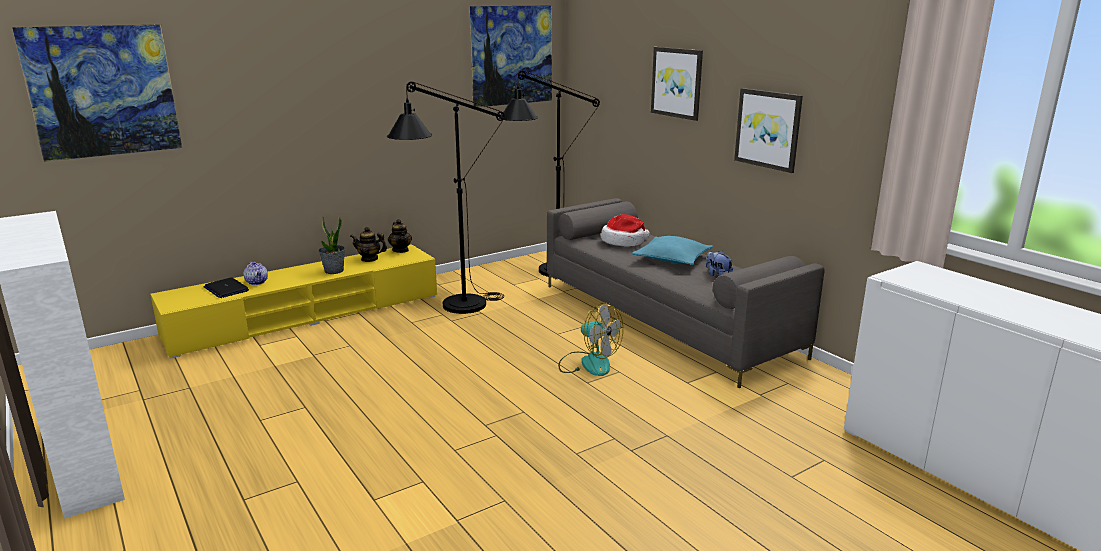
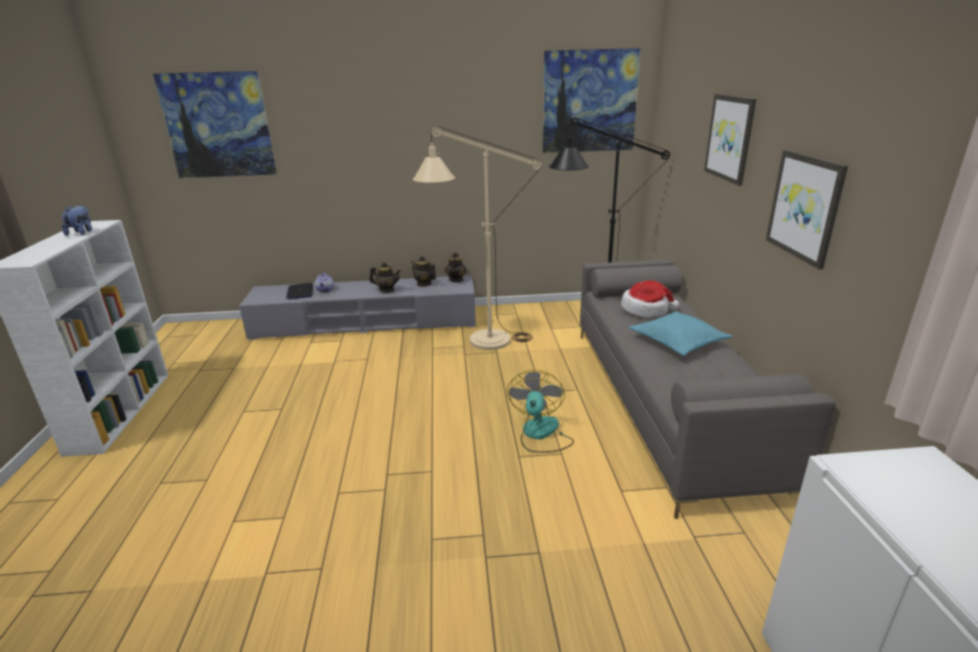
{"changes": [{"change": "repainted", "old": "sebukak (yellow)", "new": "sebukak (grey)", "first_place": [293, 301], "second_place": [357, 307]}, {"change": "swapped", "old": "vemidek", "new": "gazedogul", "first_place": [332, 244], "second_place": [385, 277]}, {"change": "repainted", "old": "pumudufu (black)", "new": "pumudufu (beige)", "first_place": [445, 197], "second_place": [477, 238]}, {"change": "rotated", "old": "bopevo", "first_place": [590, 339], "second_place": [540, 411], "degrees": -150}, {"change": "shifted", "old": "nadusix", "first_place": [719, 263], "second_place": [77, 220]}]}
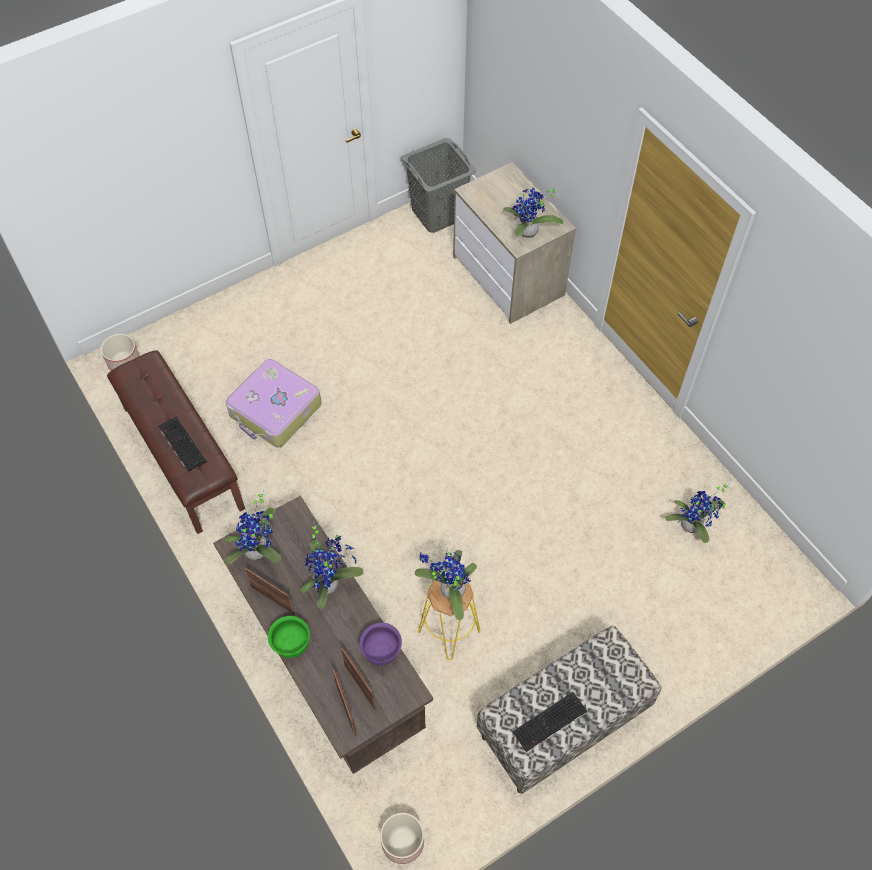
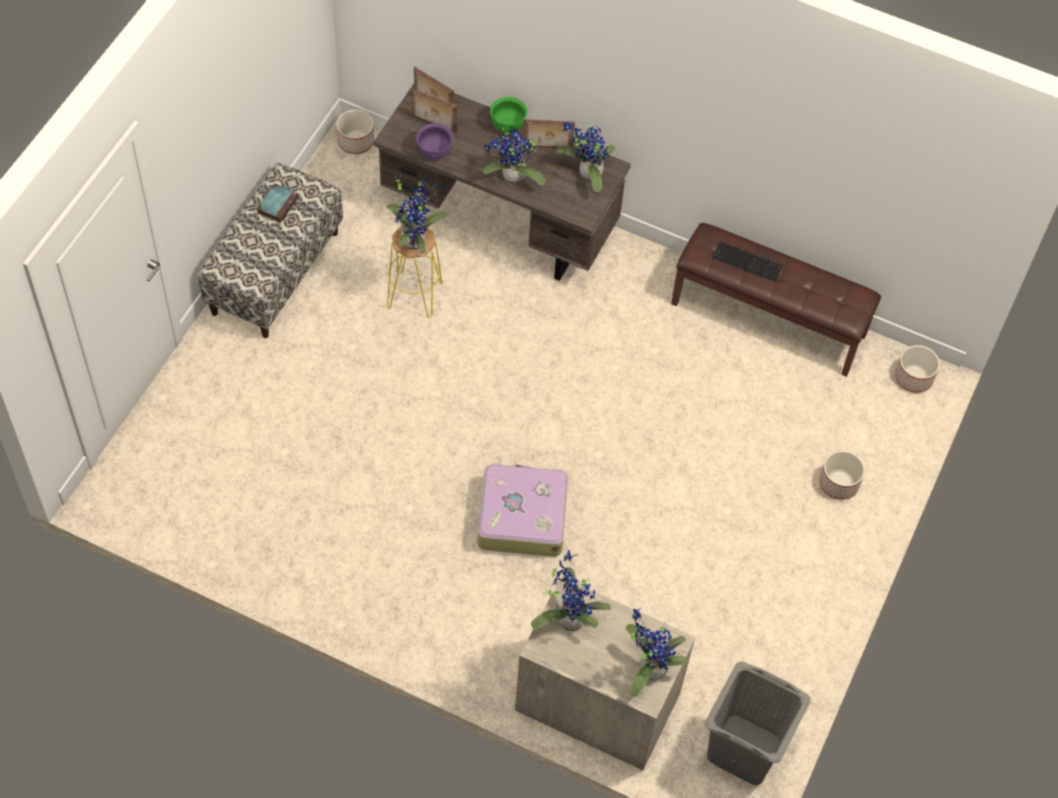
{"changes": [{"change": "shifted", "old": "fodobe", "first_place": [273, 403], "second_place": [523, 510]}, {"change": "swapped", "old": "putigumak", "new": "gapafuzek", "first_place": [549, 722], "second_place": [278, 203]}, {"change": "shifted", "old": "vemidek", "first_place": [698, 513], "second_place": [656, 653]}, {"change": "new", "new": "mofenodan", "second_place": [842, 475]}]}
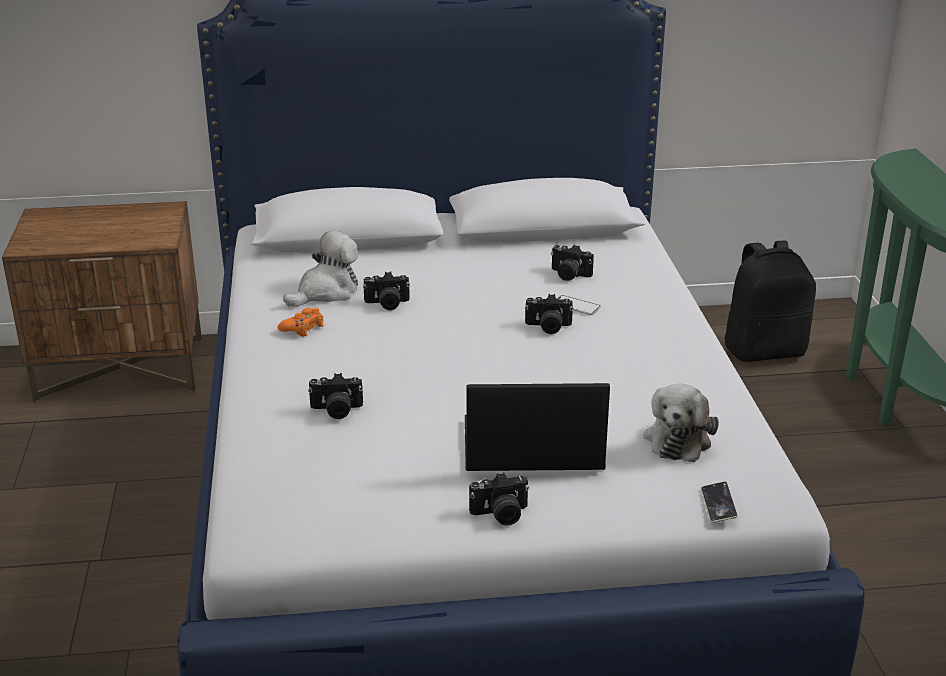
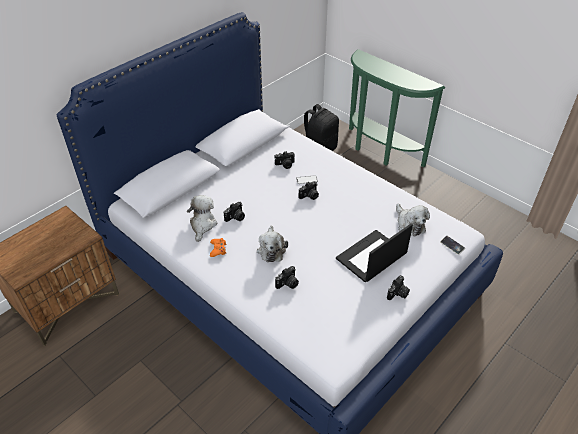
{"changes": [{"change": "new", "new": "nadusix", "second_place": [272, 244]}]}
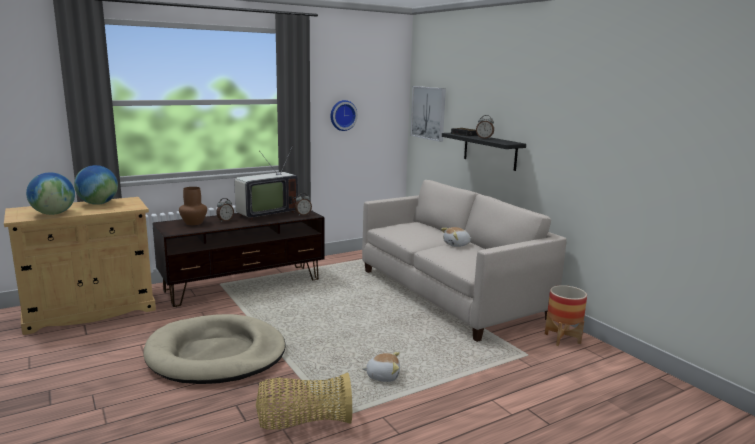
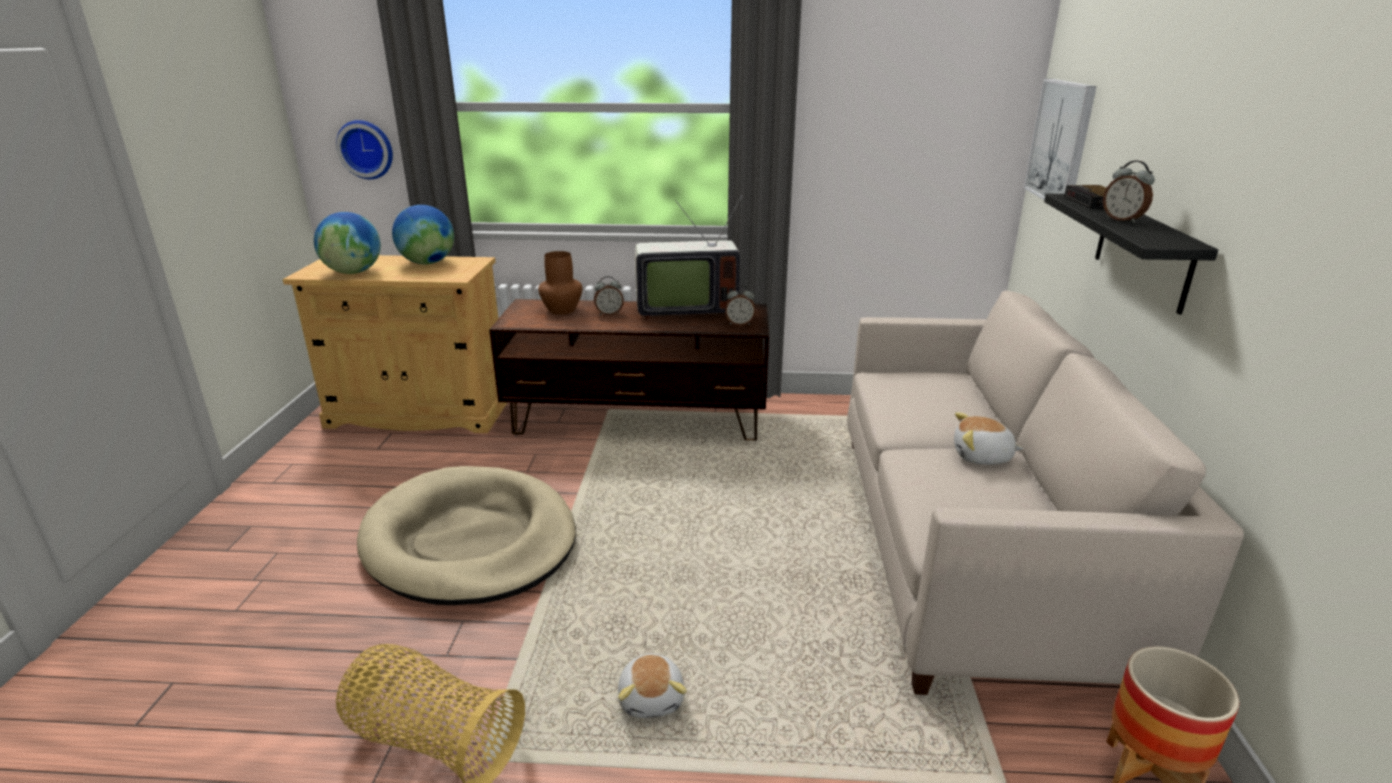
{"changes": [{"change": "shifted", "old": "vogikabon", "first_place": [344, 115], "second_place": [364, 149]}, {"change": "rotated", "old": "nadusix", "first_place": [381, 367], "second_place": [652, 686], "degrees": 45}]}
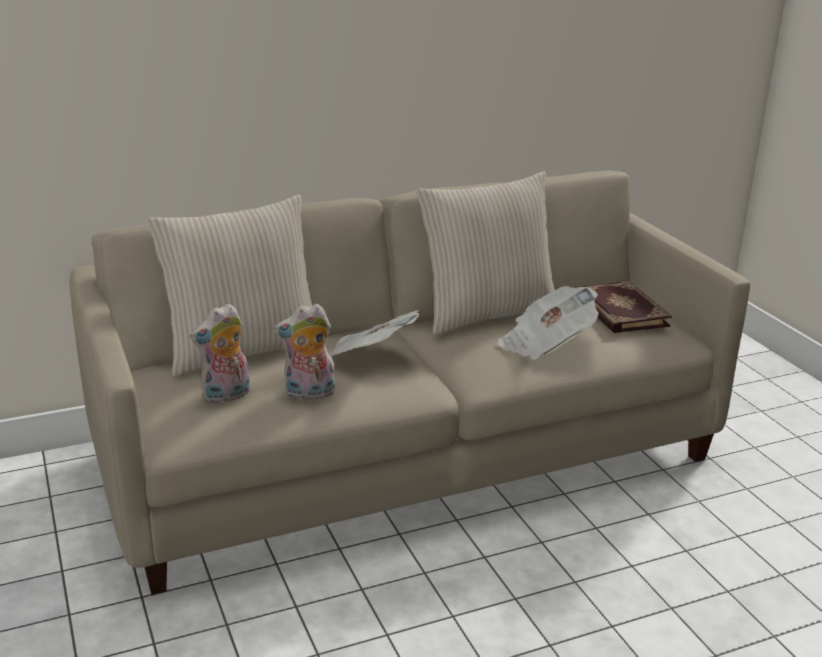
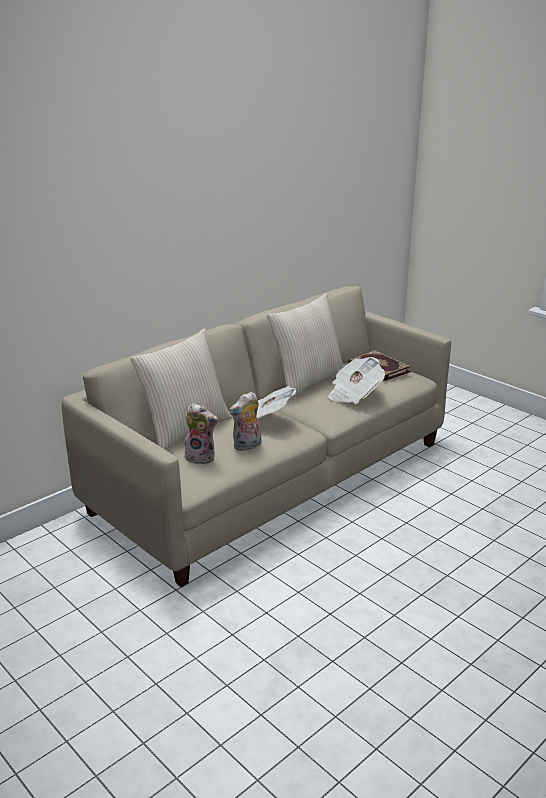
{"changes": [{"change": "rotated", "old": "nadusix", "first_place": [220, 354], "second_place": [201, 433], "degrees": -105}]}
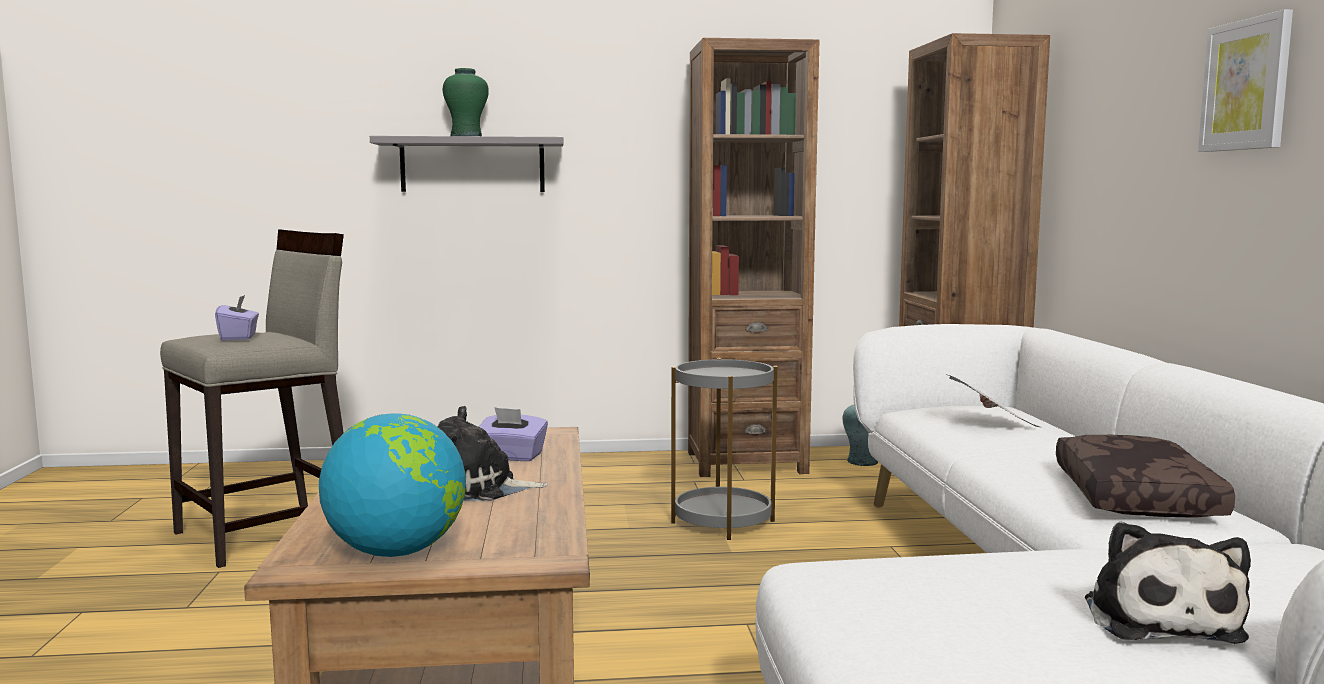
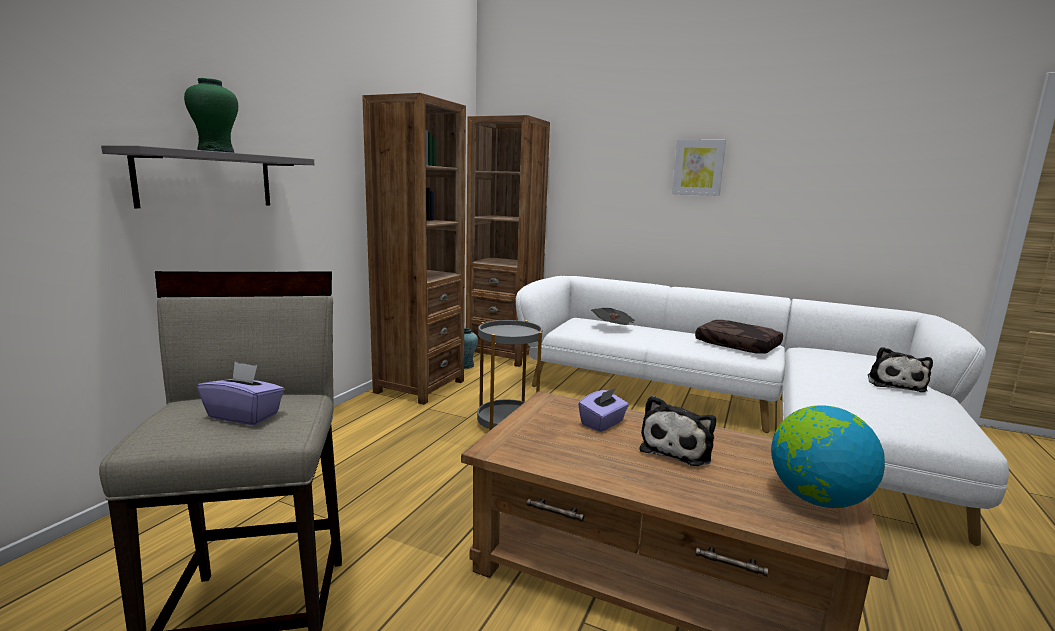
{"changes": [{"change": "rotated", "old": "nadusix", "first_place": [1168, 582], "second_place": [900, 369], "degrees": 75}]}
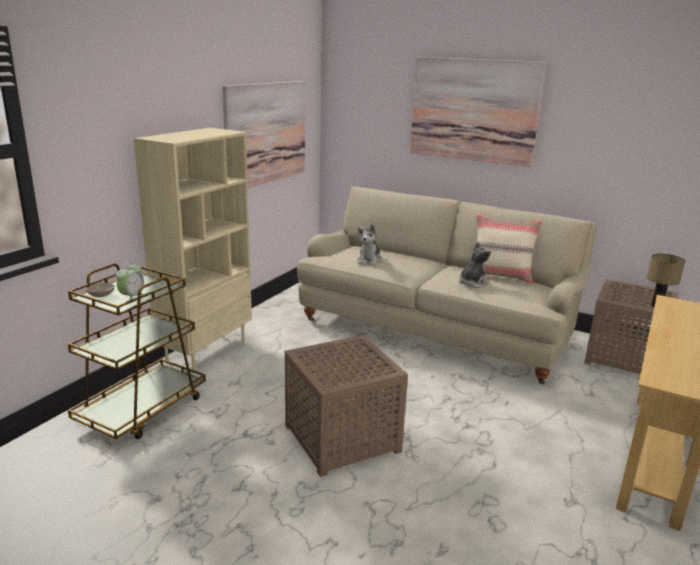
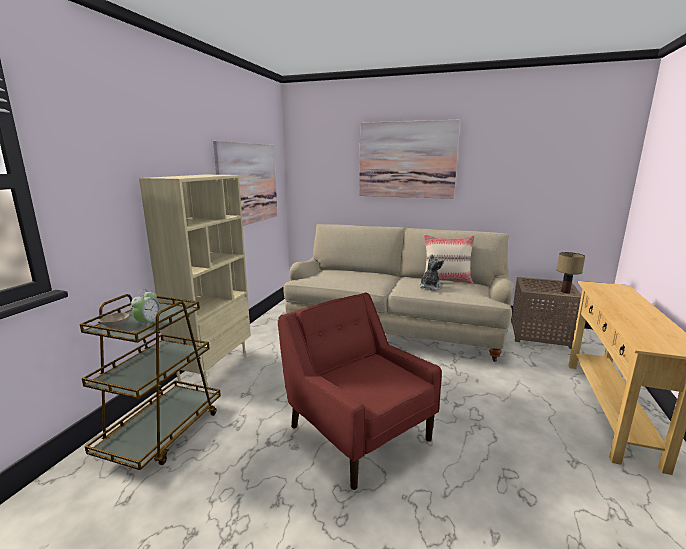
{"changes": [{"change": "swapped", "old": "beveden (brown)", "new": "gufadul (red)", "first_place": [346, 406], "second_place": [360, 391]}, {"change": "gone", "old": "nadusix", "first_place": [369, 245]}]}
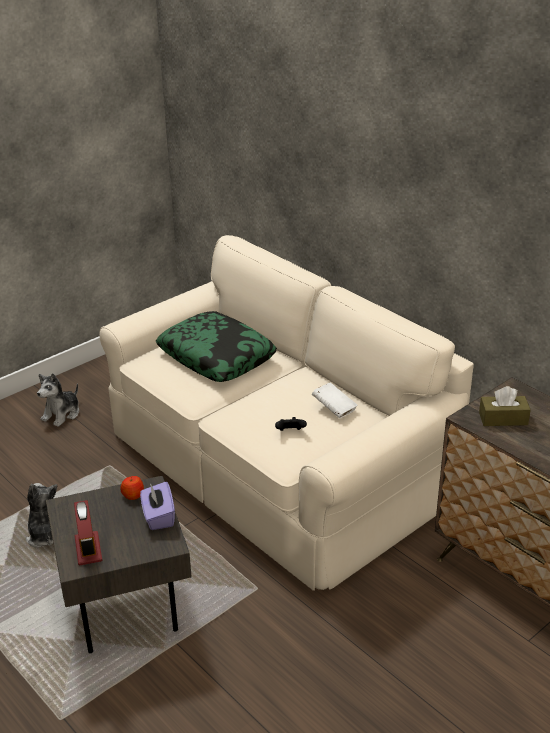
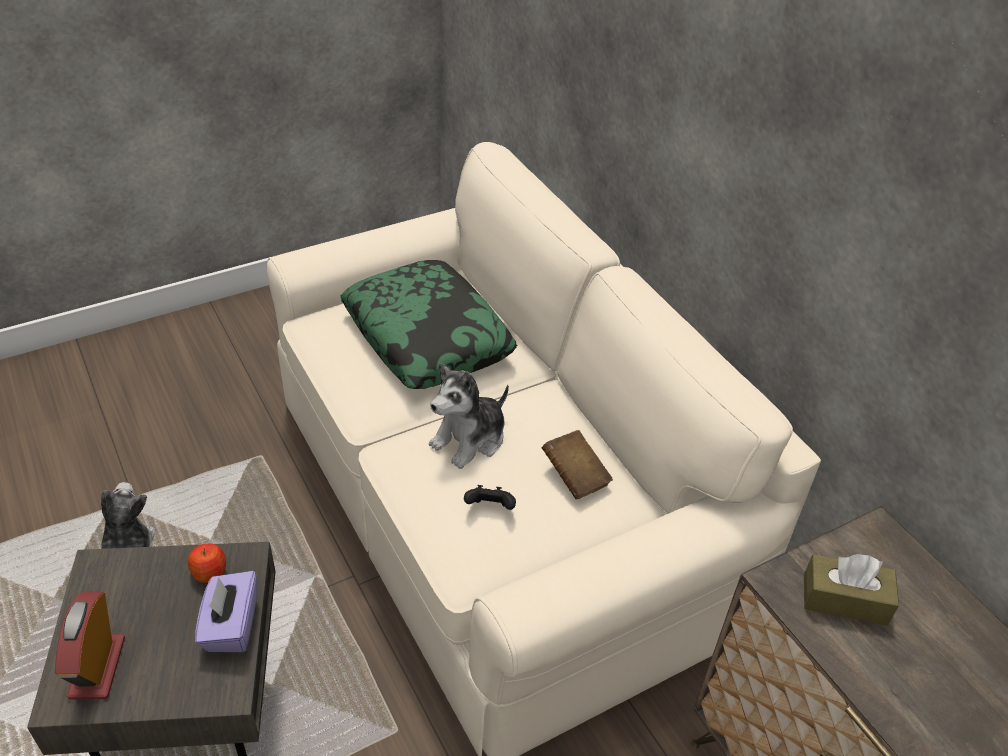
{"changes": [{"change": "shifted", "old": "nadusix", "first_place": [58, 400], "second_place": [469, 416]}, {"change": "repainted", "old": "gapafuzek (white)", "new": "gapafuzek (brown)", "first_place": [335, 400], "second_place": [577, 464]}]}
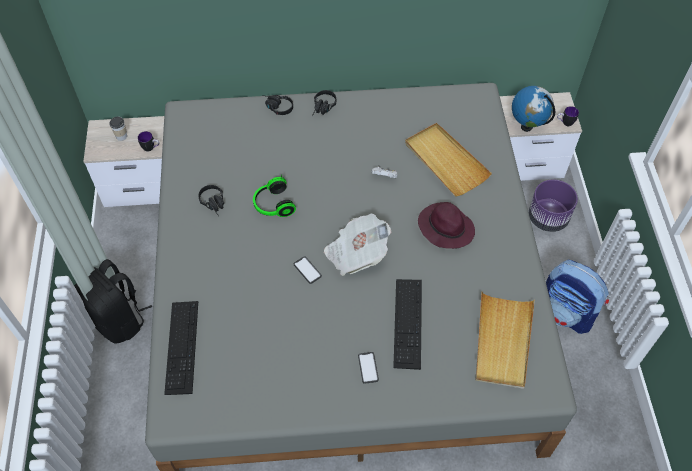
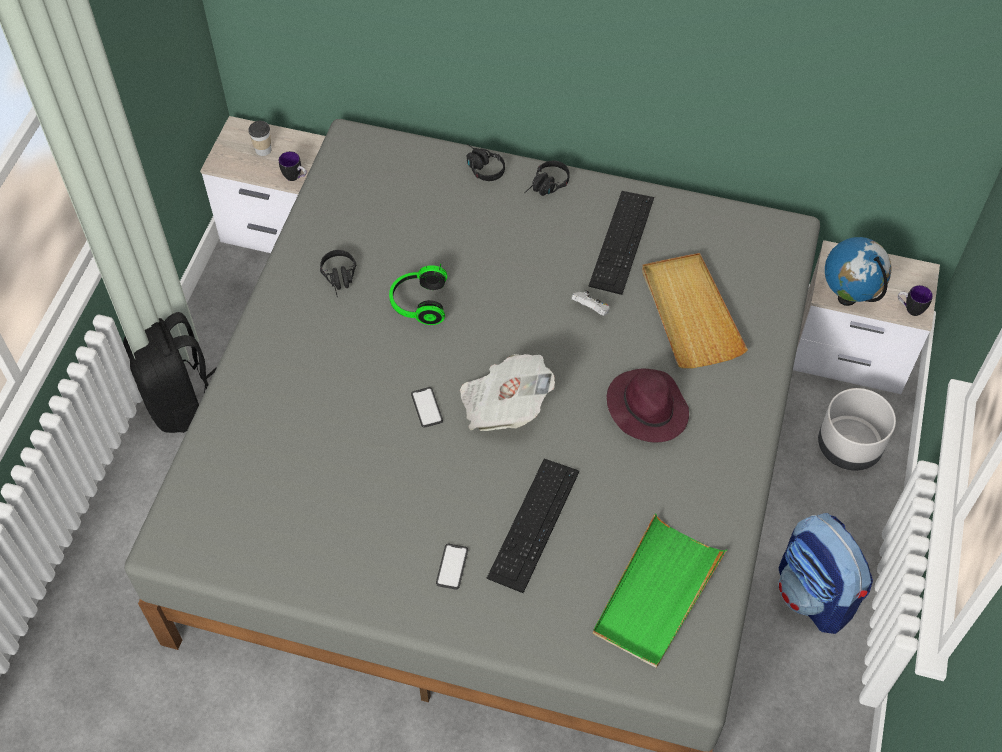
{"changes": [{"change": "shifted", "old": "putigumak", "first_place": [181, 348], "second_place": [621, 243]}, {"change": "repainted", "old": "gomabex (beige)", "new": "gomabex (green)", "first_place": [505, 340], "second_place": [660, 590]}, {"change": "repainted", "old": "mofenodan (purple)", "new": "mofenodan (grey)", "first_place": [553, 205], "second_place": [857, 429]}]}
